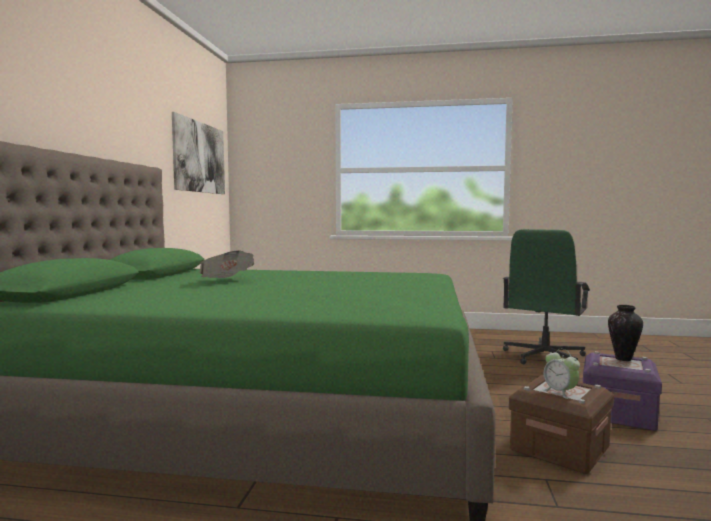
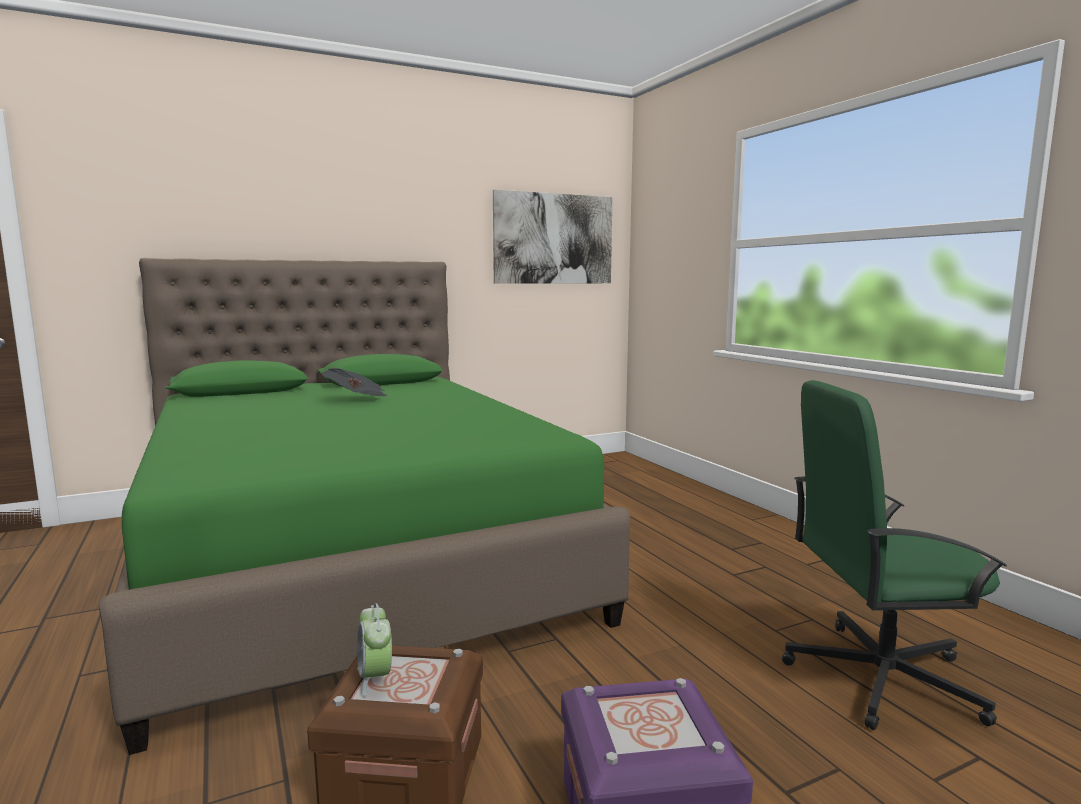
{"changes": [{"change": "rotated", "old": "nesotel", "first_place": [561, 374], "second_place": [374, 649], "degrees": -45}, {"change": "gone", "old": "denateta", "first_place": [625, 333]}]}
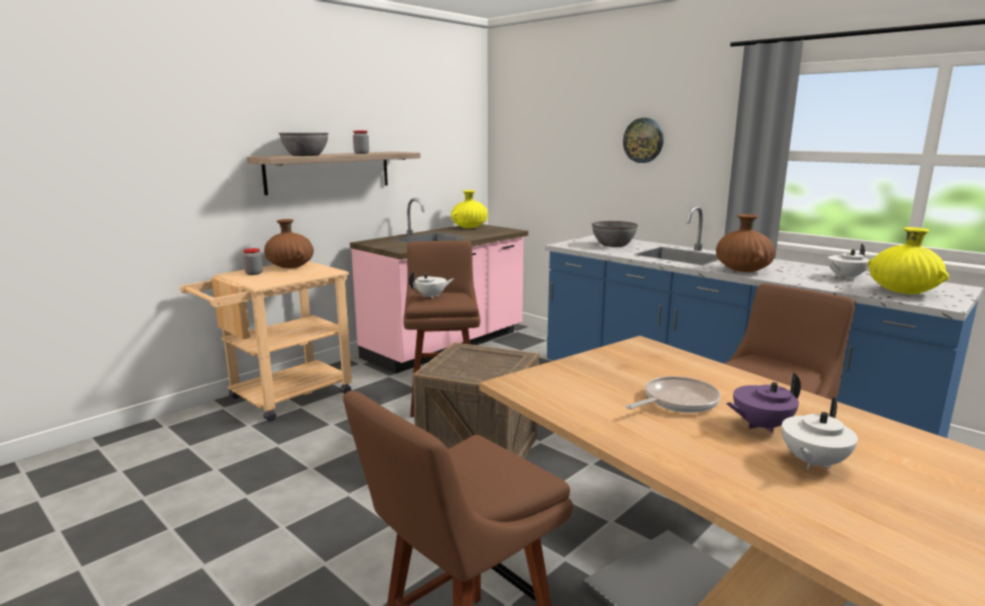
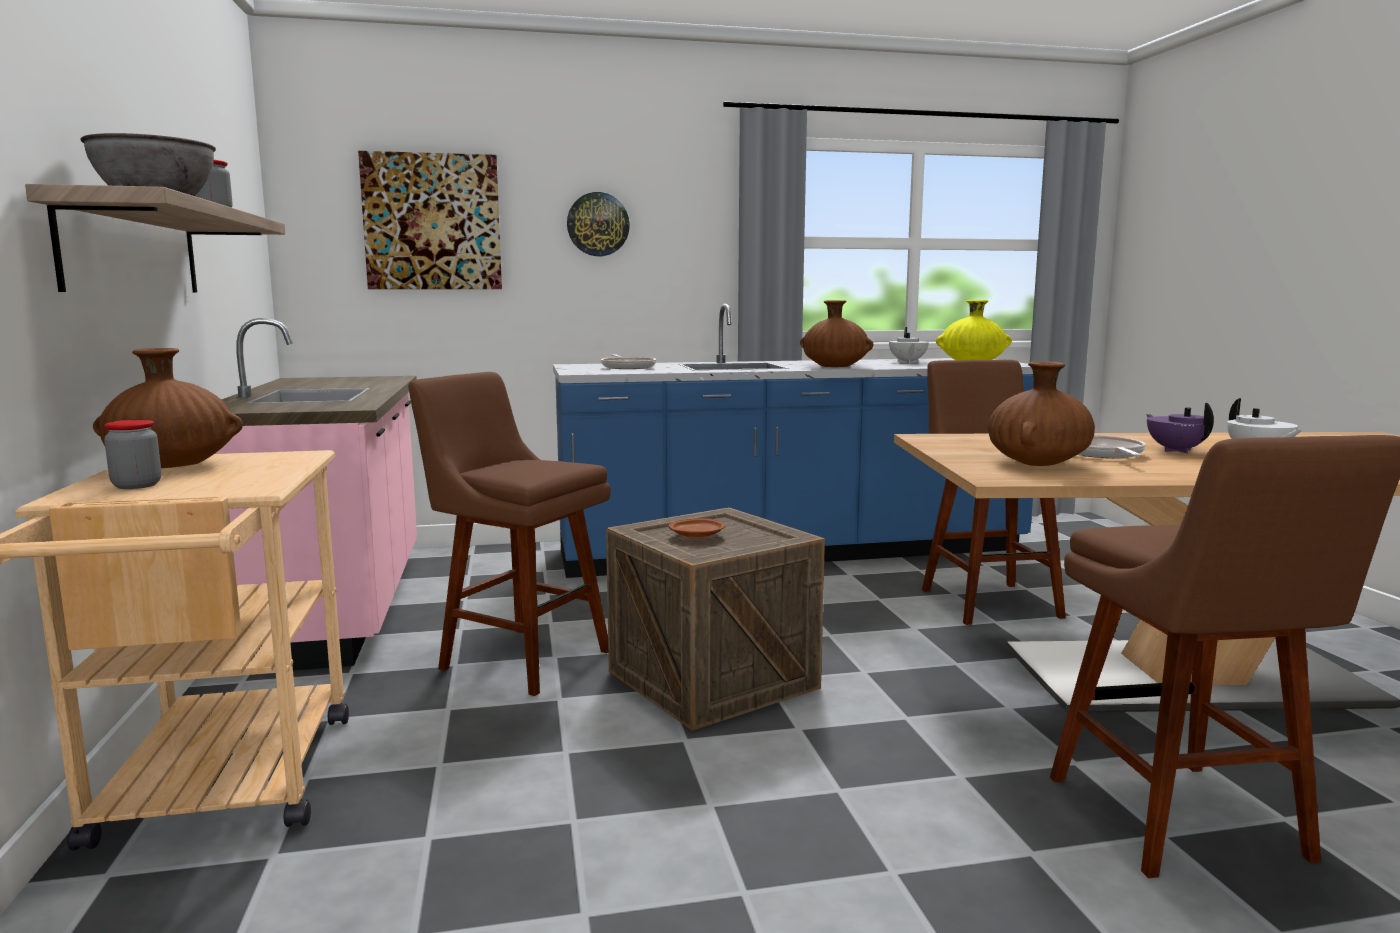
{"changes": [{"change": "gone", "old": "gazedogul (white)", "first_place": [431, 285]}, {"change": "gone", "old": "denateta (yellow)", "first_place": [469, 209]}, {"change": "swapped", "old": "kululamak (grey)", "new": "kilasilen", "first_place": [615, 234], "second_place": [628, 361]}, {"change": "rotated", "old": "gazedogul (purple)", "first_place": [763, 402], "second_place": [1180, 428], "degrees": 150}, {"change": "new", "new": "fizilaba", "second_place": [430, 220]}, {"change": "new", "new": "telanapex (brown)", "second_place": [697, 528]}, {"change": "new", "new": "denateta (brown)", "second_place": [1041, 413]}]}
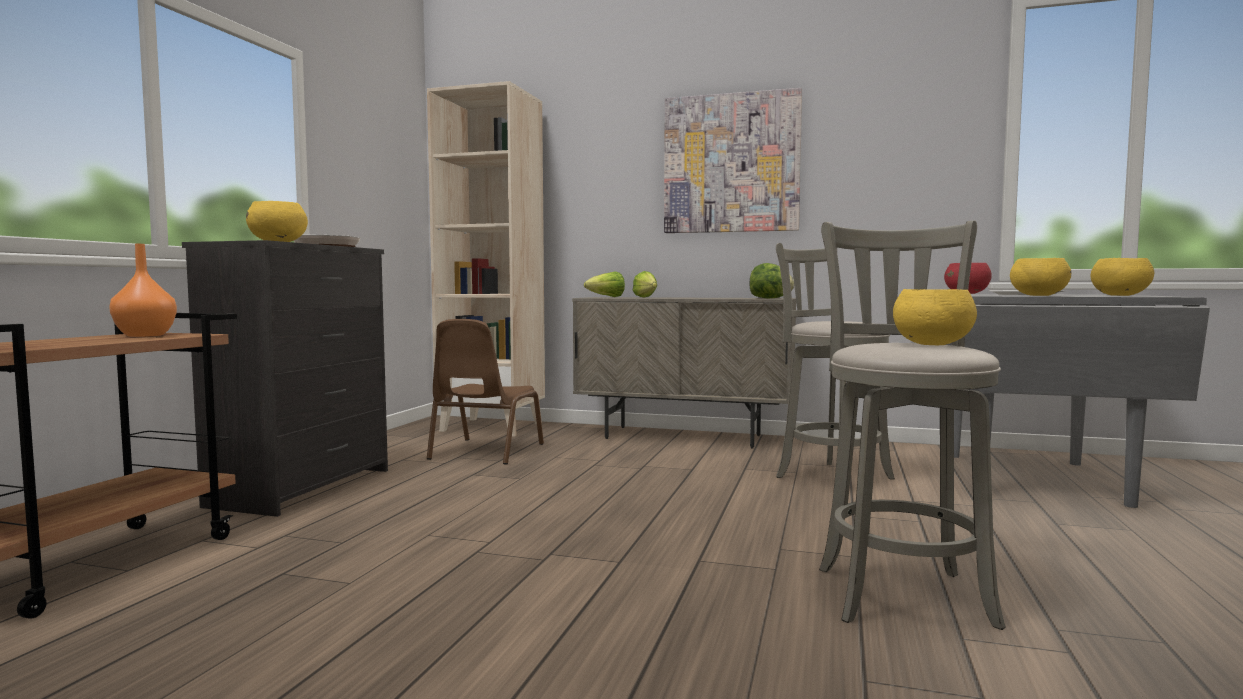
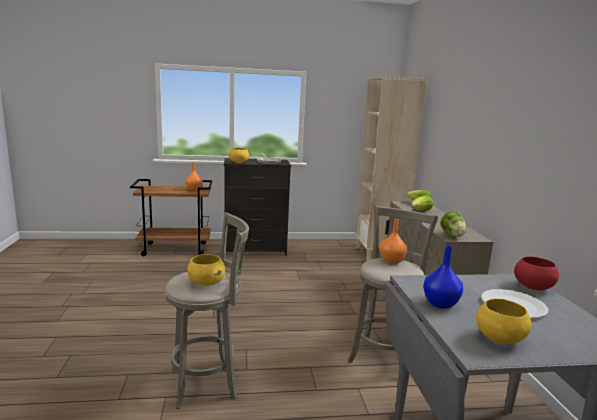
{"changes": [{"change": "gone", "old": "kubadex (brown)", "first_place": [485, 392]}, {"change": "gone", "old": "fizilaba", "first_place": [733, 160]}, {"change": "swapped", "old": "kululamak (yellow)", "new": "denateta (blue)", "first_place": [1040, 277], "second_place": [443, 277]}, {"change": "new", "new": "denateta (orange)", "second_place": [393, 241]}]}
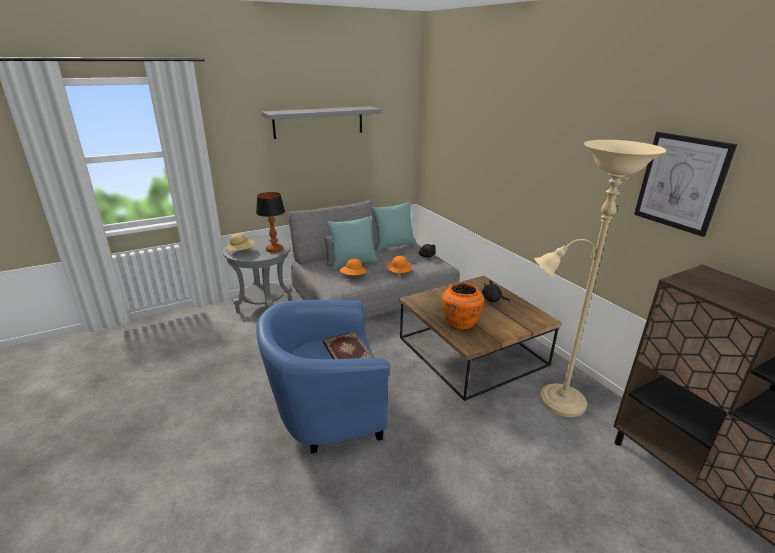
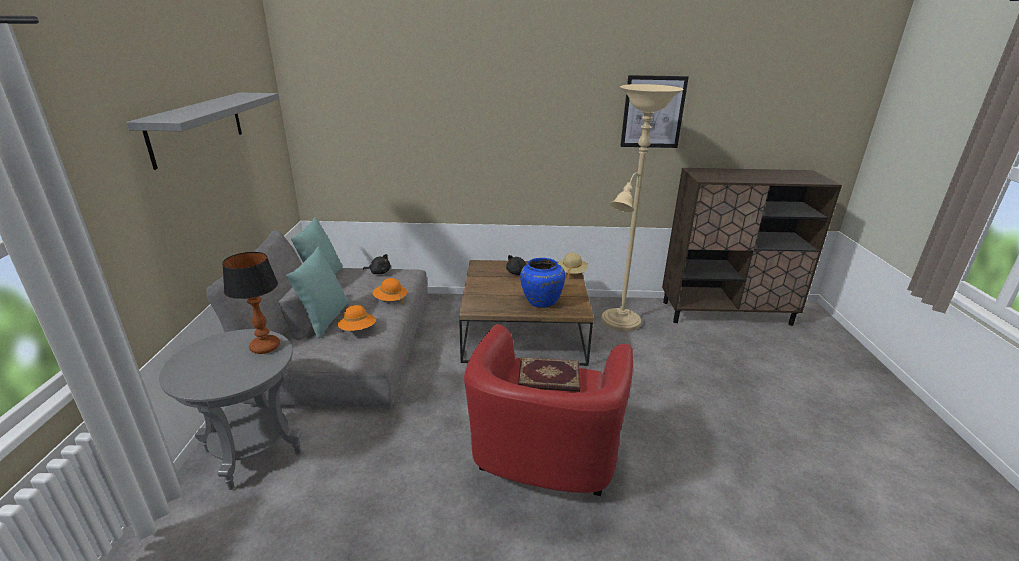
{"changes": [{"change": "shifted", "old": "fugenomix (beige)", "first_place": [240, 242], "second_place": [573, 266]}, {"change": "repainted", "old": "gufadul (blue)", "new": "gufadul (red)", "first_place": [323, 377], "second_place": [548, 410]}, {"change": "repainted", "old": "denateta (orange)", "new": "denateta (blue)", "first_place": [463, 306], "second_place": [542, 283]}]}
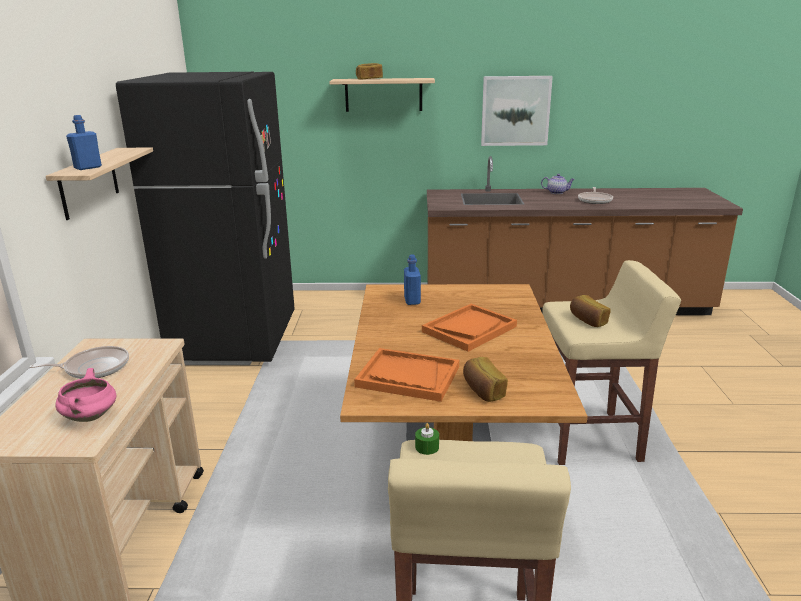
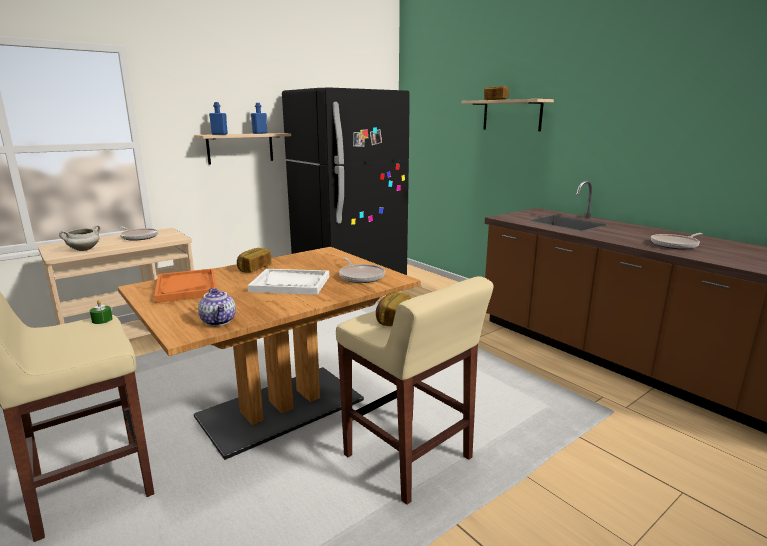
{"changes": [{"change": "repainted", "old": "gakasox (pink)", "new": "gakasox (white)", "first_place": [85, 395], "second_place": [79, 238]}, {"change": "shifted", "old": "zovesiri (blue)", "first_place": [412, 279], "second_place": [259, 118]}, {"change": "repainted", "old": "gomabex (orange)", "new": "gomabex (white)", "first_place": [469, 328], "second_place": [288, 282]}, {"change": "shifted", "old": "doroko", "first_place": [485, 379], "second_place": [254, 260]}, {"change": "gone", "old": "fizilaba", "first_place": [517, 111]}, {"change": "shifted", "old": "gazedogul", "first_place": [558, 184], "second_place": [217, 307]}, {"change": "new", "new": "kilasilen", "second_place": [362, 270]}]}
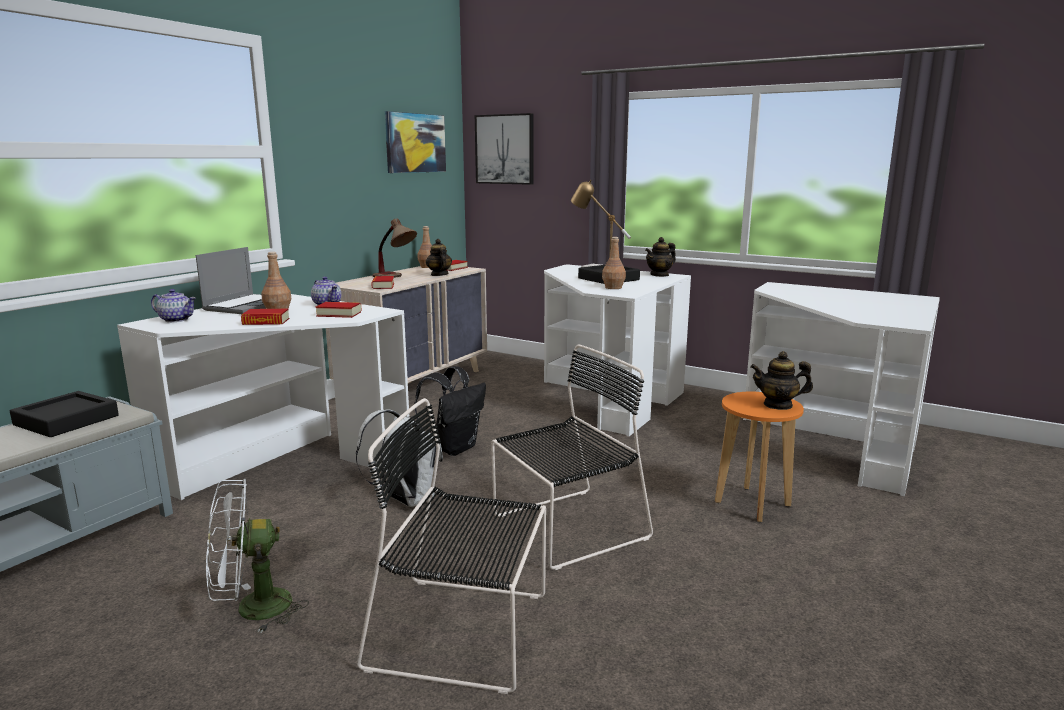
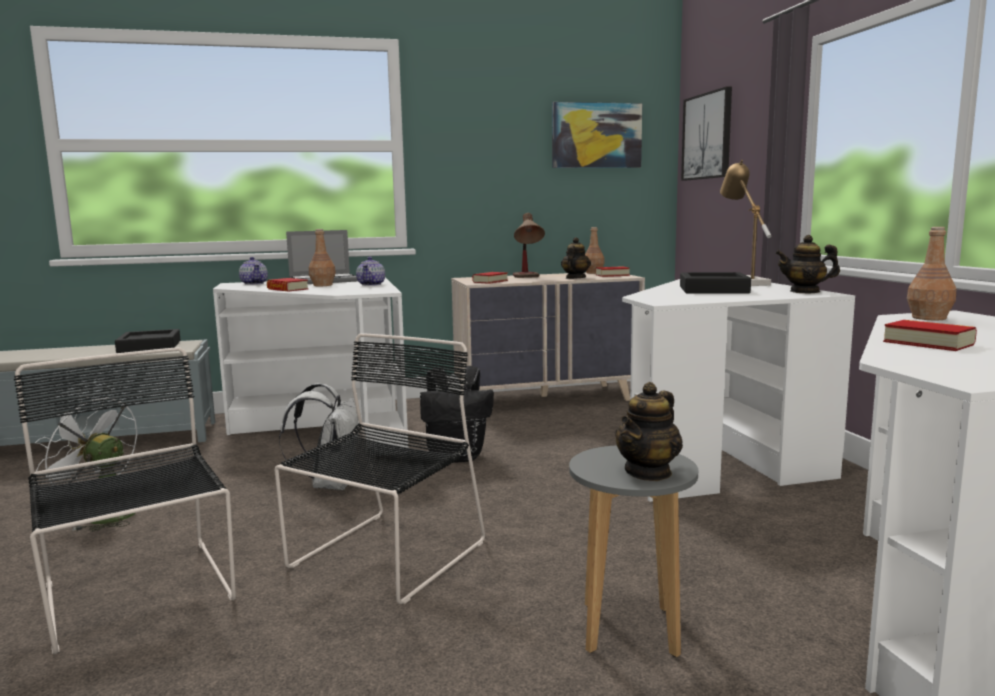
{"changes": [{"change": "shifted", "old": "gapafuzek", "first_place": [338, 310], "second_place": [930, 335]}, {"change": "rotated", "old": "kubadex (black)", "first_place": [572, 457], "second_place": [380, 468], "degrees": -75}, {"change": "shifted", "old": "zovesiri (brown)", "first_place": [614, 263], "second_place": [931, 273]}, {"change": "repainted", "old": "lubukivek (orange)", "new": "lubukivek (grey)", "first_place": [759, 457], "second_place": [633, 551]}, {"change": "rotated", "old": "gazedogul", "first_place": [781, 380], "second_place": [649, 431], "degrees": -105}]}
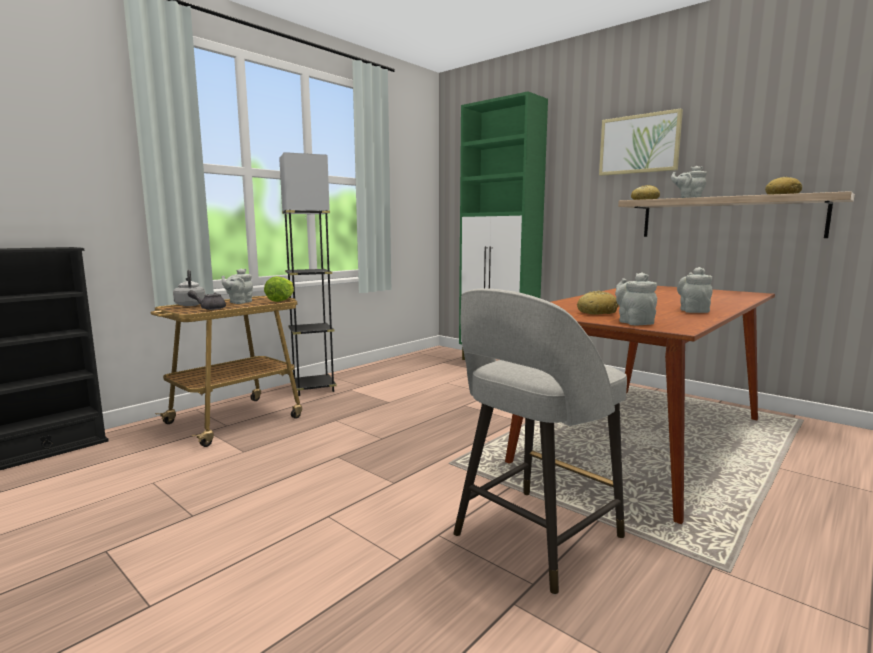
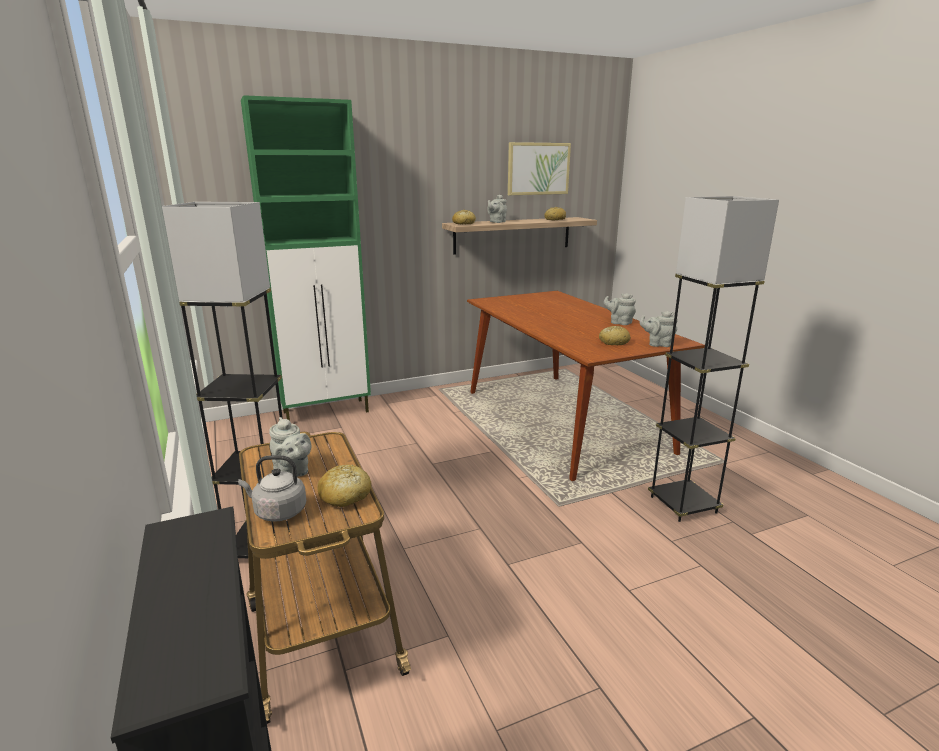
{"changes": [{"change": "swapped", "old": "gazedogul (grey)", "new": "doroko", "first_place": [207, 300], "second_place": [345, 486]}, {"change": "gone", "old": "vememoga", "first_place": [279, 289]}, {"change": "swapped", "old": "lubukivek (grey)", "new": "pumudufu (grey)", "first_place": [540, 441], "second_place": [713, 359]}, {"change": "shifted", "old": "fizilaba", "first_place": [641, 142], "second_place": [539, 168]}]}
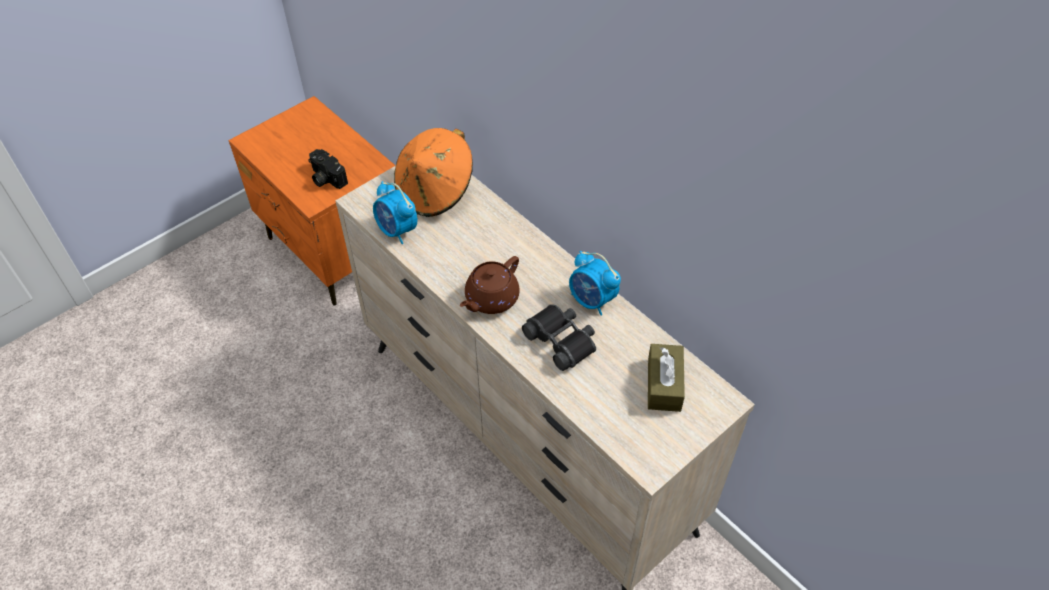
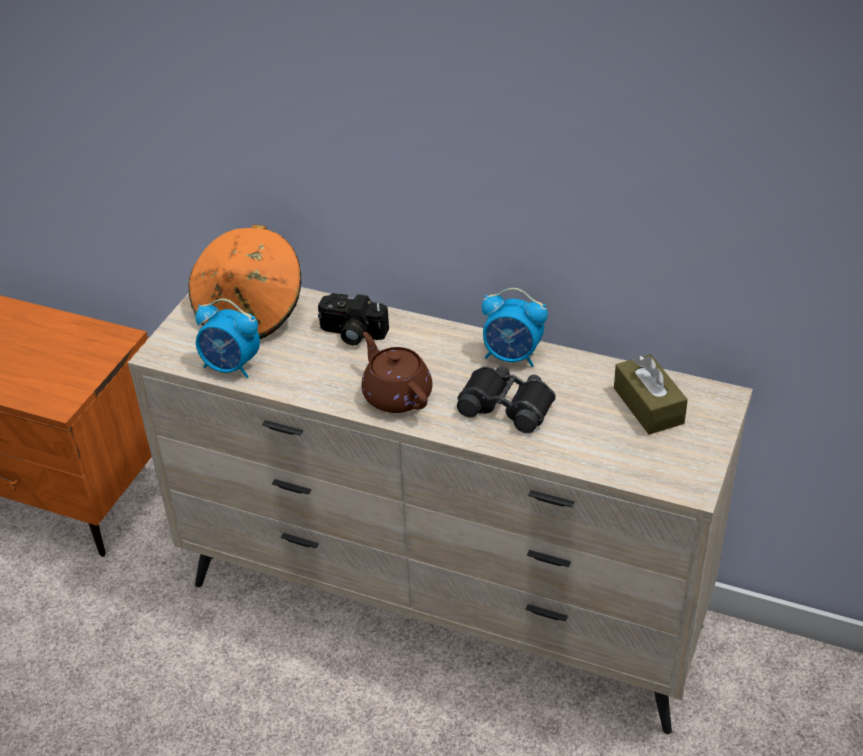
{"changes": [{"change": "shifted", "old": "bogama", "first_place": [328, 169], "second_place": [353, 319]}, {"change": "rotated", "old": "gazedogul (brown)", "first_place": [490, 285], "second_place": [397, 372], "degrees": 135}]}
